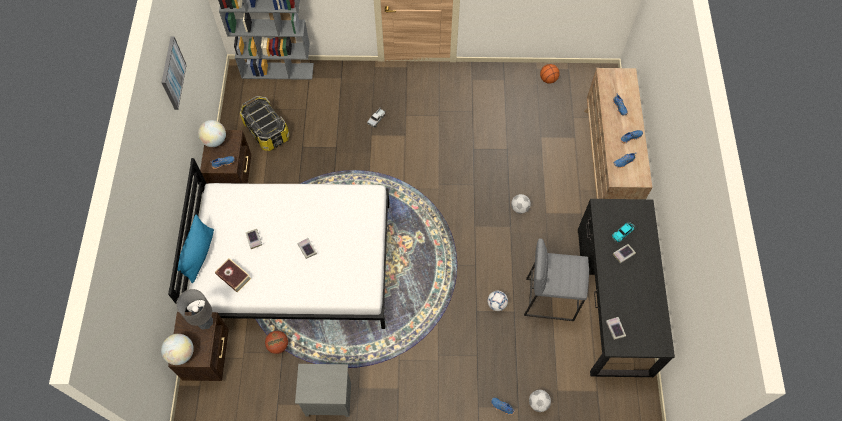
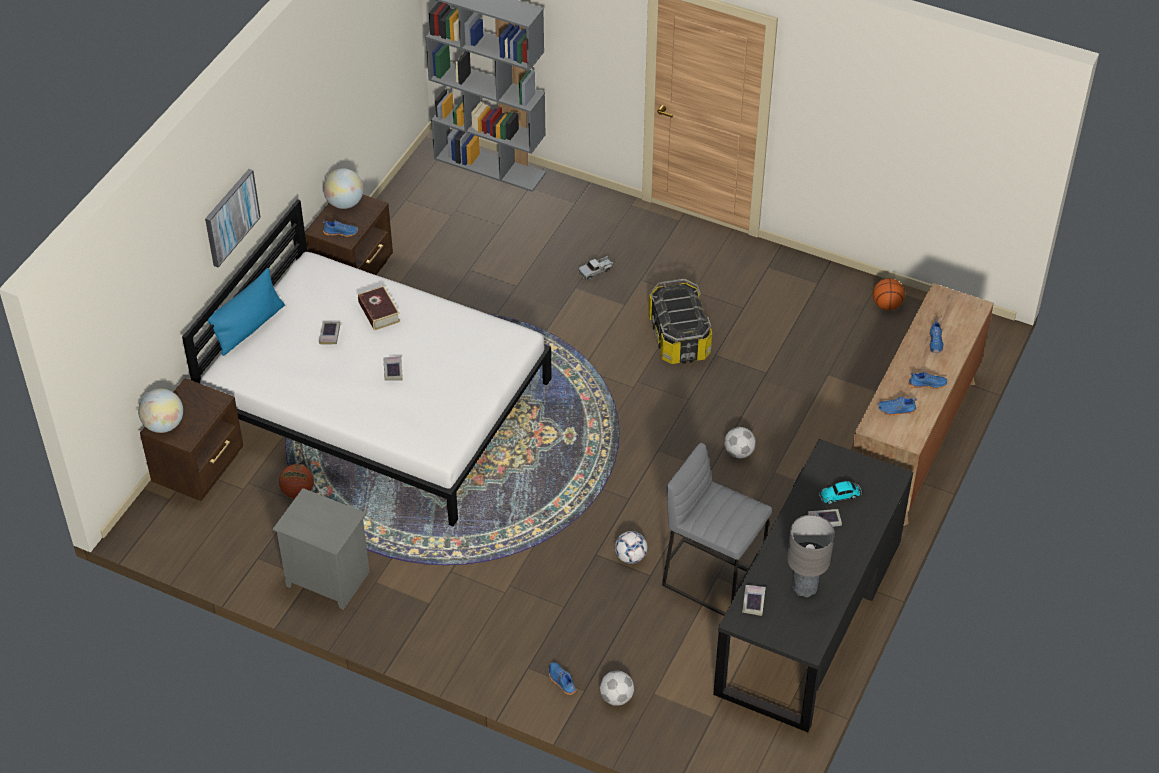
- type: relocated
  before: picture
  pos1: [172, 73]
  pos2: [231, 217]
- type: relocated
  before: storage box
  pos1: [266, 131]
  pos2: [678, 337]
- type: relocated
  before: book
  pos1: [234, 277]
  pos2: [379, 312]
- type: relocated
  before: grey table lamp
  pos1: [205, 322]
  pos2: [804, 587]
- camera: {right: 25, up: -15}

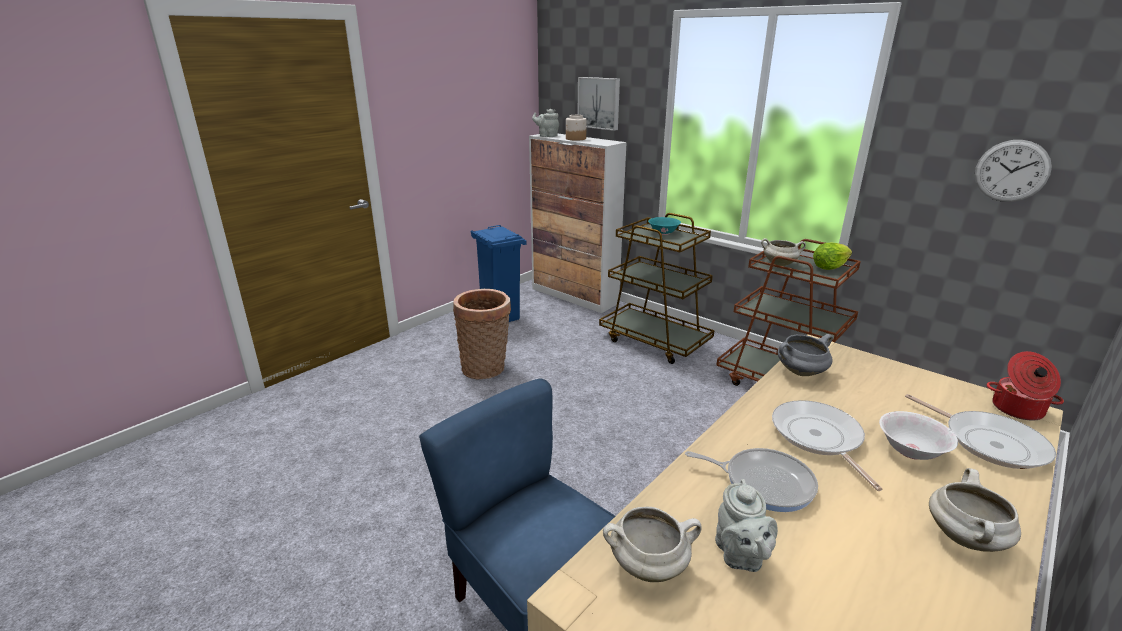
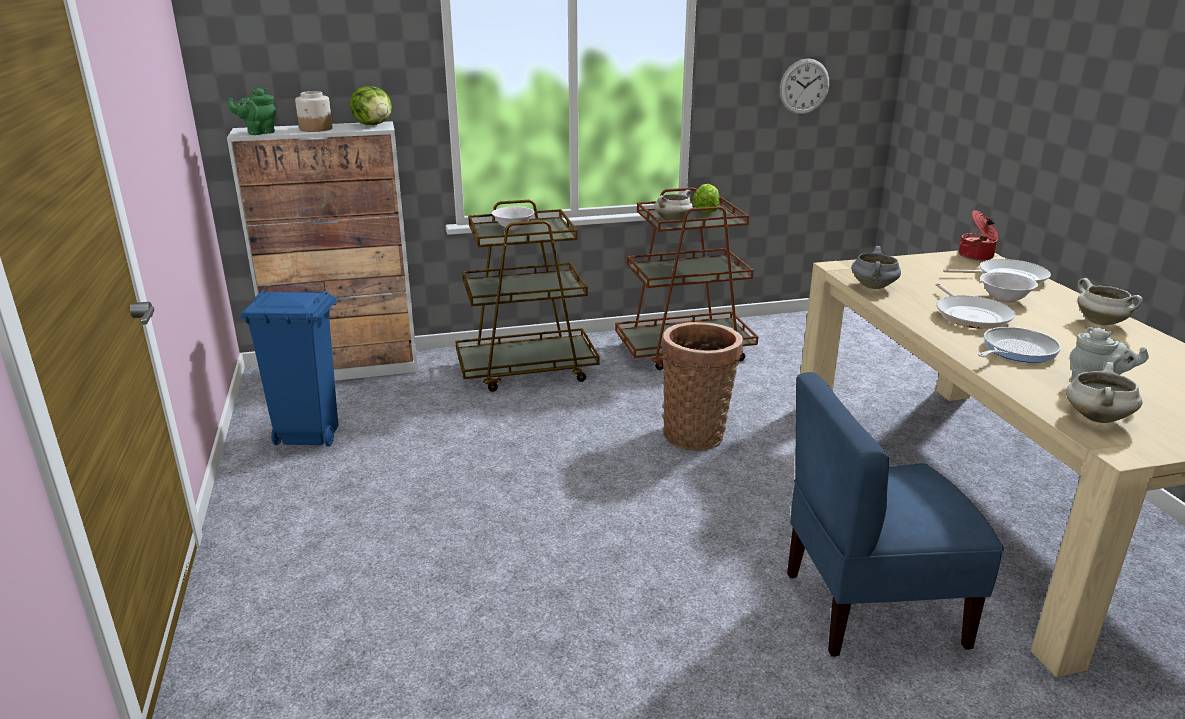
- type: missing
  before: picture
  pos1: [599, 103]
- type: colour
  before: grey teapot
  after: green teapot
  pos1: [547, 136]
  pos2: [258, 133]
- type: colour
  before: turquoise bowl
  after: white bowl
  pos1: [663, 233]
  pos2: [513, 227]
- type: relocated
  before: basket
  pos1: [486, 368]
  pos2: [696, 433]
- type: spun
  before: frying pan
  pos1: [818, 438]
  pos2: [971, 315]
  turn: -120
- type: appeared
  after: lettuce
  pos2: [374, 125]
- camera: {right: -55, up: 0}

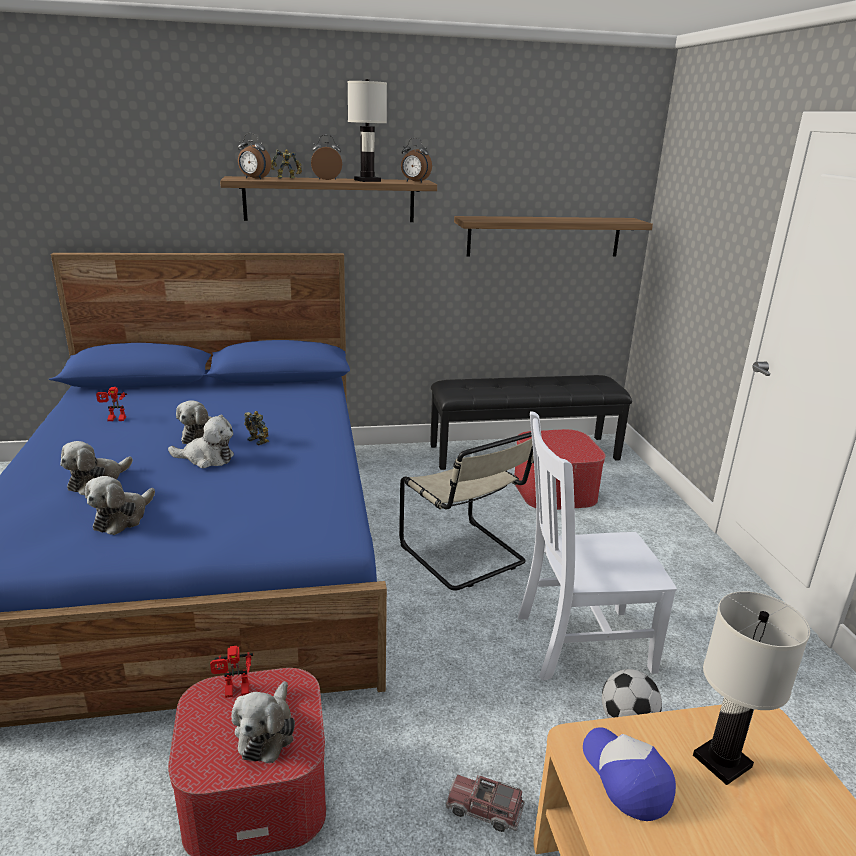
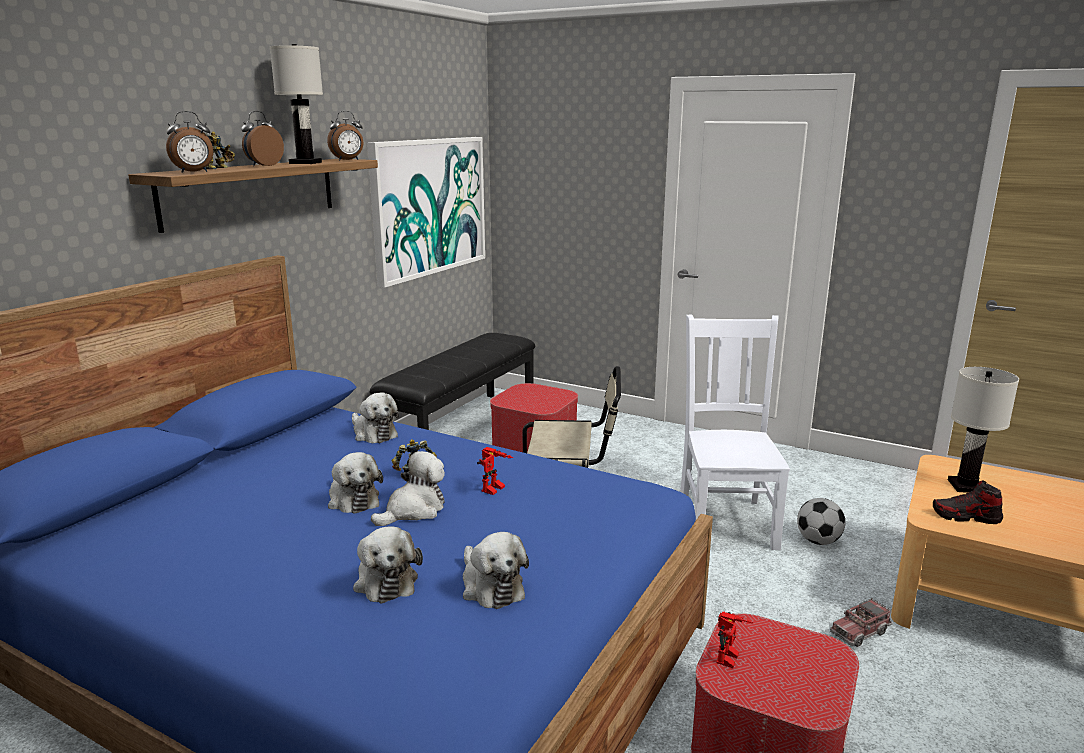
- type: exchanged
  before: shelf
  after: picture
  pos1: [544, 236]
  pos2: [429, 206]
- type: relocated
  before: toy robot
  pos1: [115, 420]
  pos2: [494, 490]
- type: spun
  before: white chair
  pos1: [578, 642]
  pos2: [726, 520]
  turn: 150
- type: relocated
  before: plush toy
  pos1: [266, 732]
  pos2: [373, 433]
- type: exchanged
  before: cap
  after: shoe
  pos1: [625, 777]
  pos2: [966, 517]
- camera: {right: -50, up: -5}

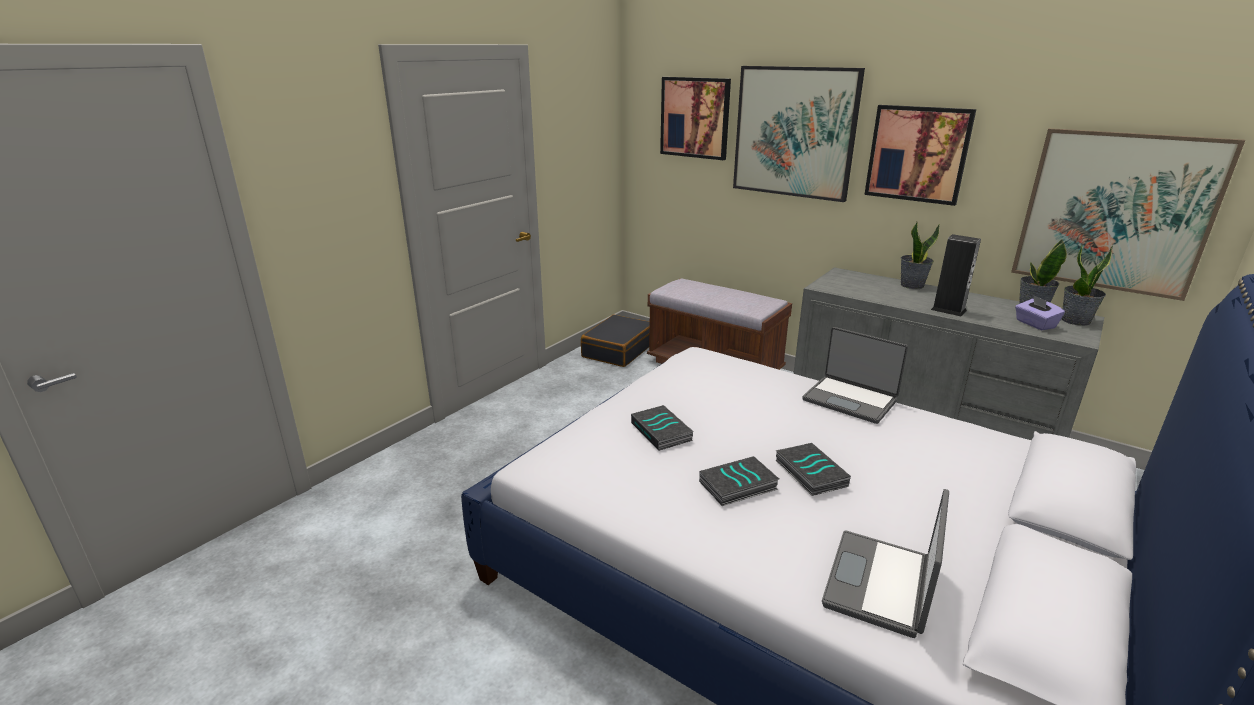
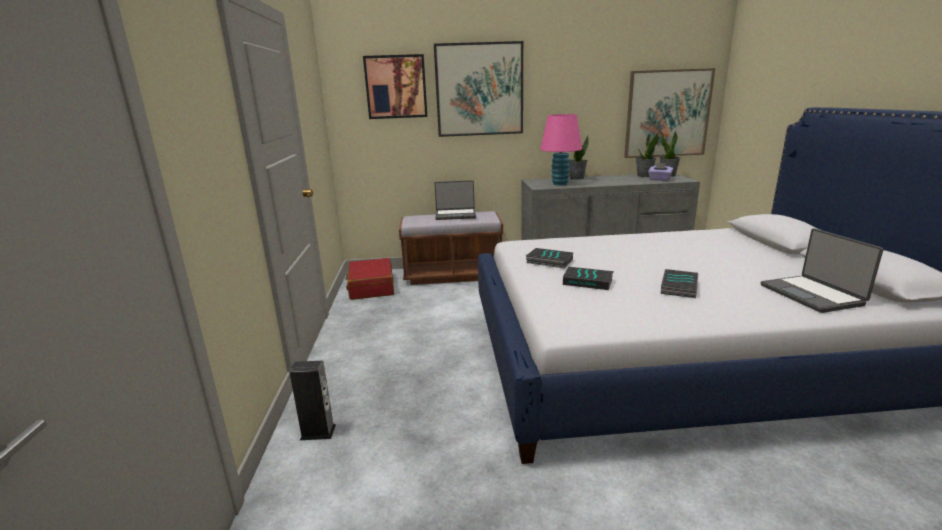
- type: missing
  before: picture
  pos1: [917, 154]
- type: relocated
  before: speaker
  pos1: [948, 310]
  pos2: [318, 432]
- type: colour
  before: black suitcase
  after: red suitcase
  pos1: [618, 350]
  pos2: [371, 287]
- type: relocated
  before: laptop
  pos1: [850, 400]
  pos2: [455, 215]
- type: relocated
  before: book
  pos1: [809, 473]
  pos2: [548, 261]
- type: appeared
  after: pink table lamp
  pos2: [560, 184]
- camera: {right: -40, up: -5}

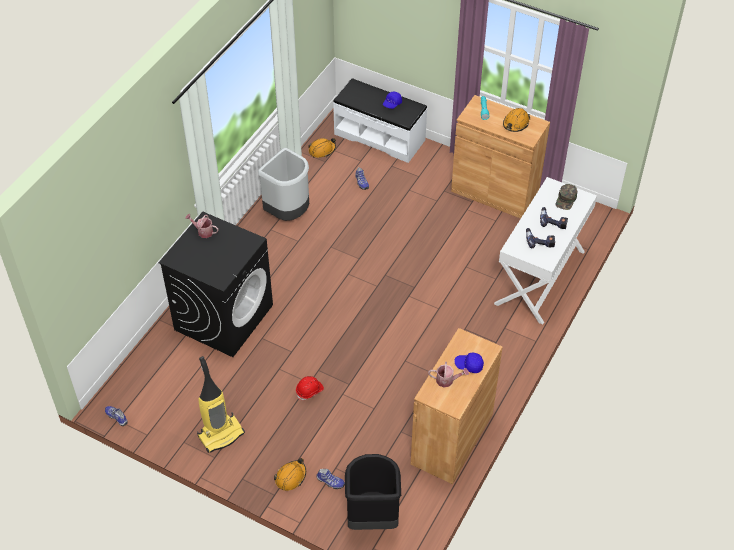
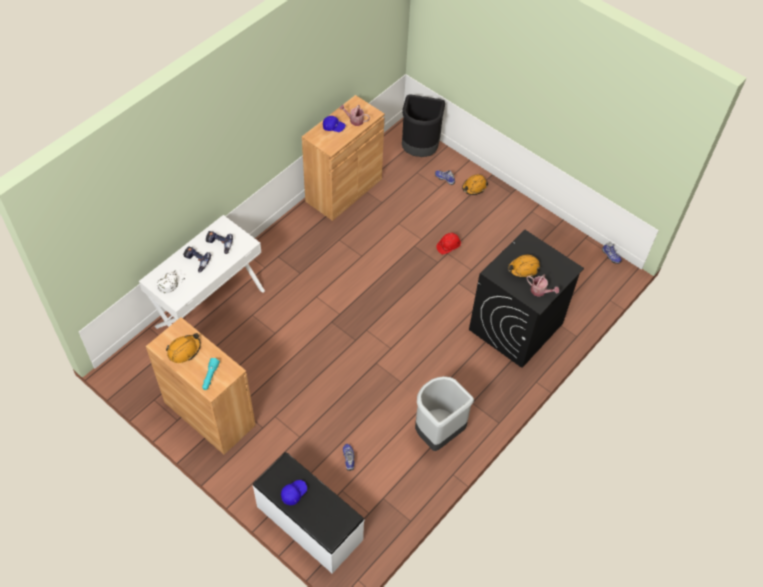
- type: relocated
  before: orange hard hat
  pos1: [322, 150]
  pos2: [523, 269]
- type: colour
  before: green cap
  after: white cap
  pos1: [566, 199]
  pos2: [171, 282]
- type: missing
  before: vacuum cleaner
  pos1: [221, 434]
- camera: {right: -170, up: 5}

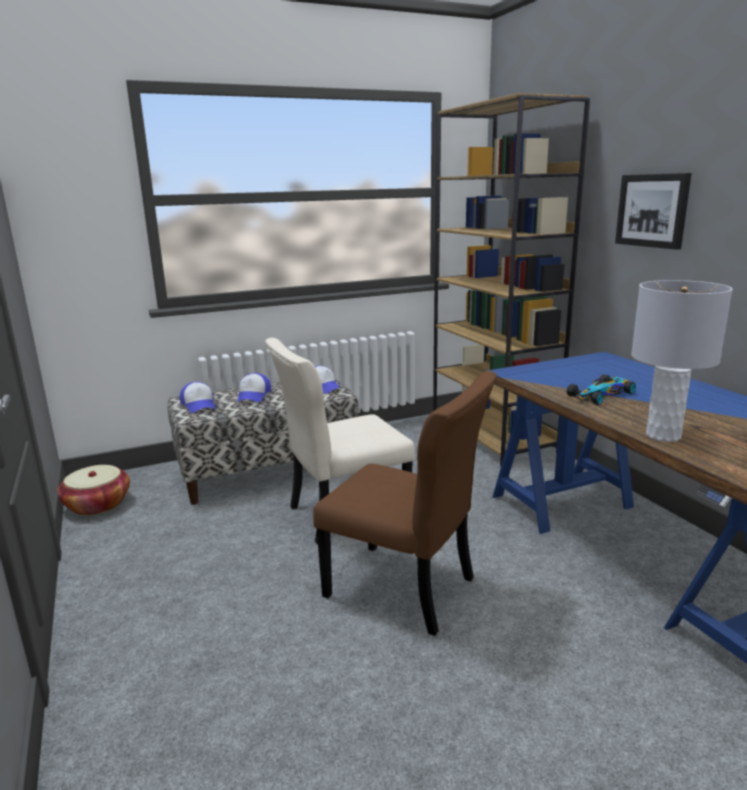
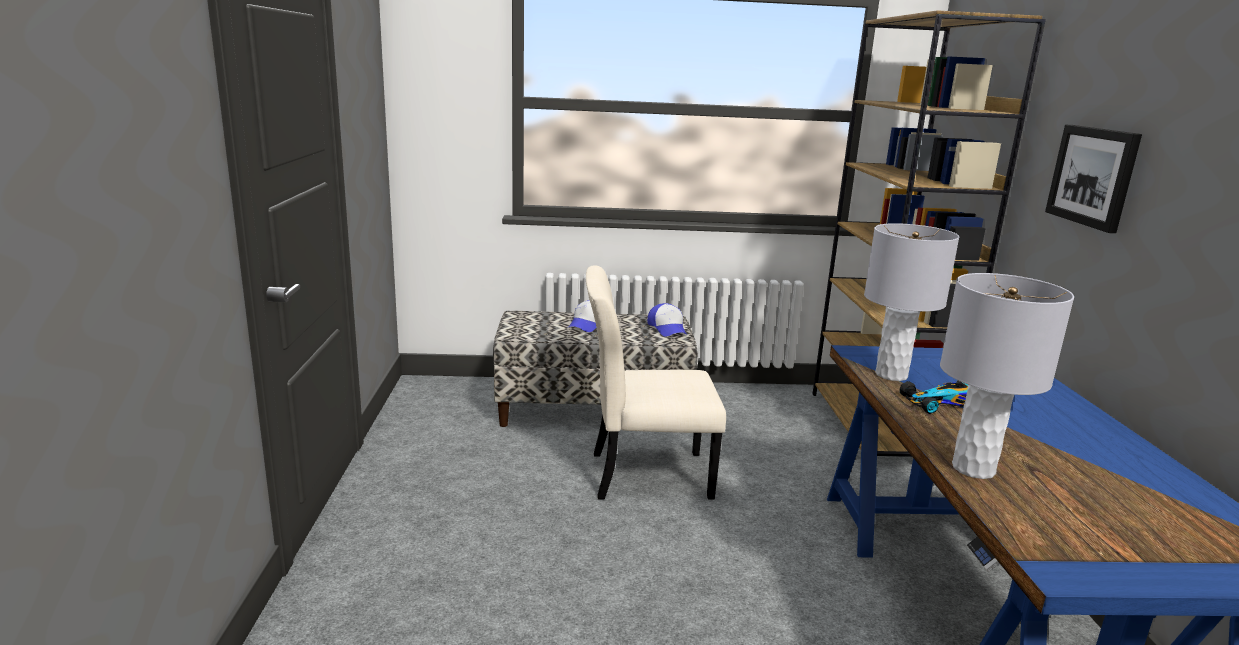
- type: missing
  before: brown chair
  pos1: [405, 589]
- type: missing
  before: cap
  pos1: [199, 405]
- type: missing
  before: basket
  pos1: [97, 505]
- type: appeared
  after: grey table lamp
  pos2: [891, 375]
- camera: {right: 20, up: 0}

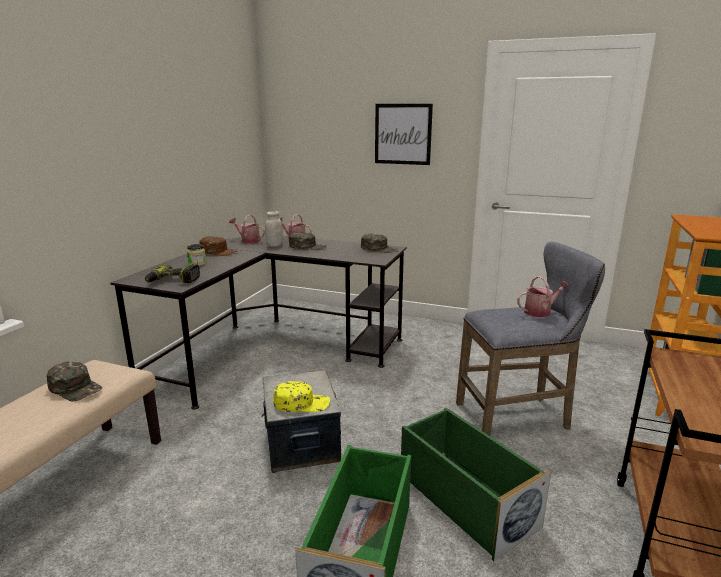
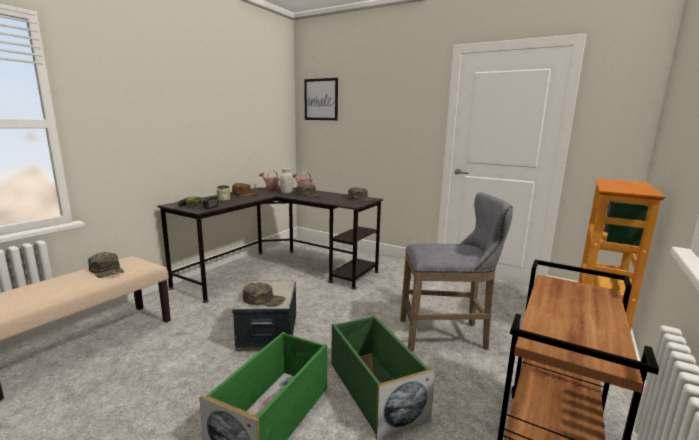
- type: relocated
  before: picture
  pos1: [403, 134]
  pos2: [321, 99]
- type: missing
  before: watering can
  pos1: [540, 312]
- type: colour
  before: yellow cap
  after: green cap
  pos1: [302, 403]
  pos2: [264, 300]
- camera: {right: 10, up: -5}

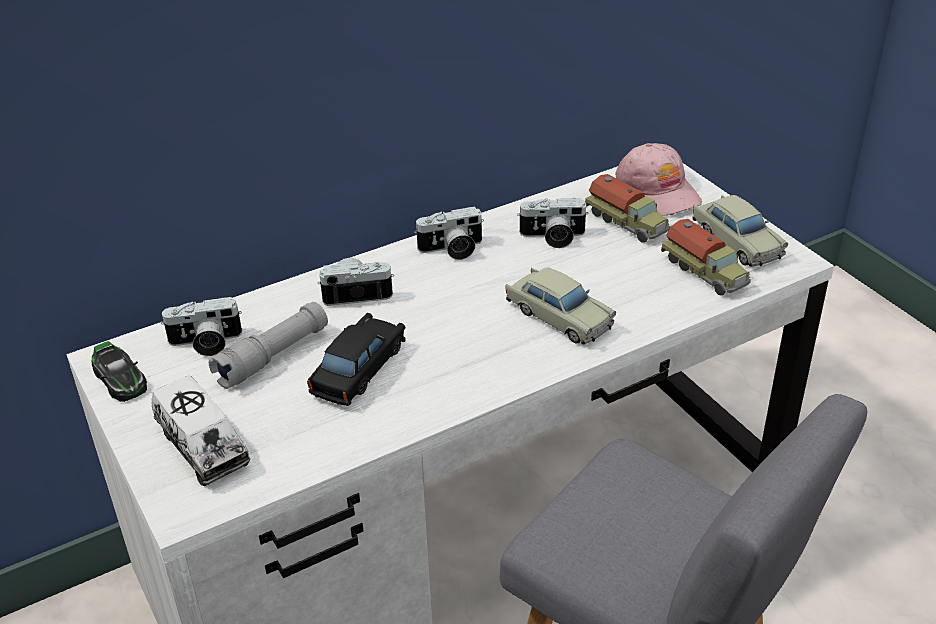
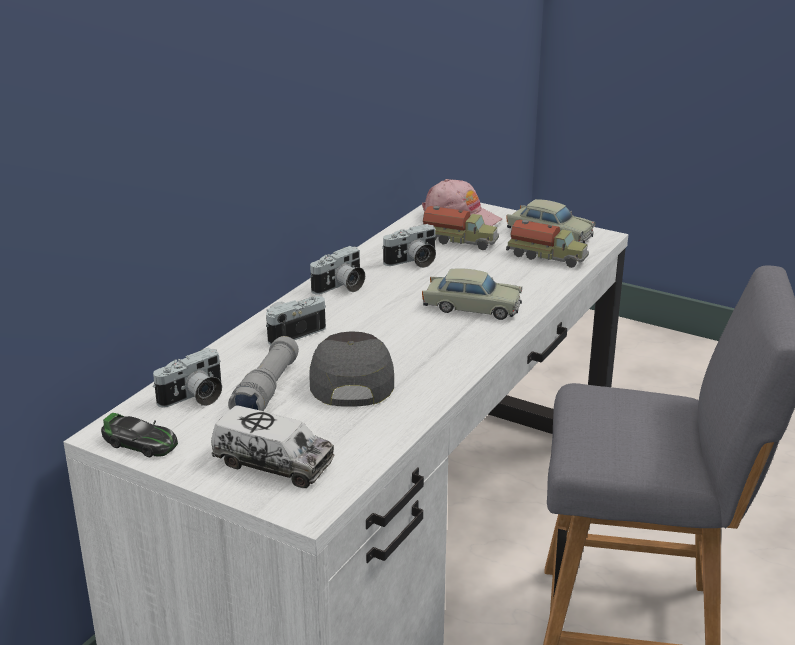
- type: exchanged
  before: black toy car
  after: grey cap
  pos1: [358, 370]
  pos2: [351, 379]
- camera: {right: -30, up: -10}

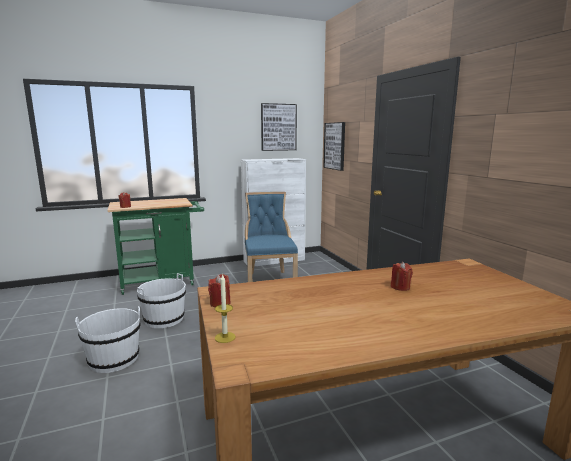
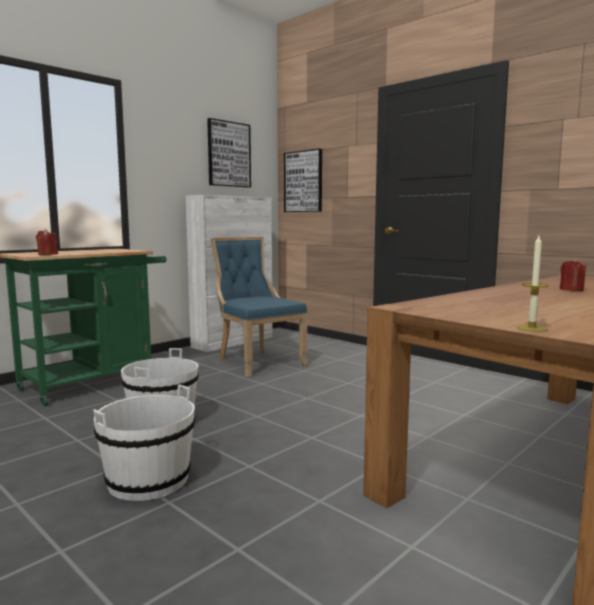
- type: missing
  before: red candle
  pos1: [220, 303]
- camera: {right: -25, up: -5}

